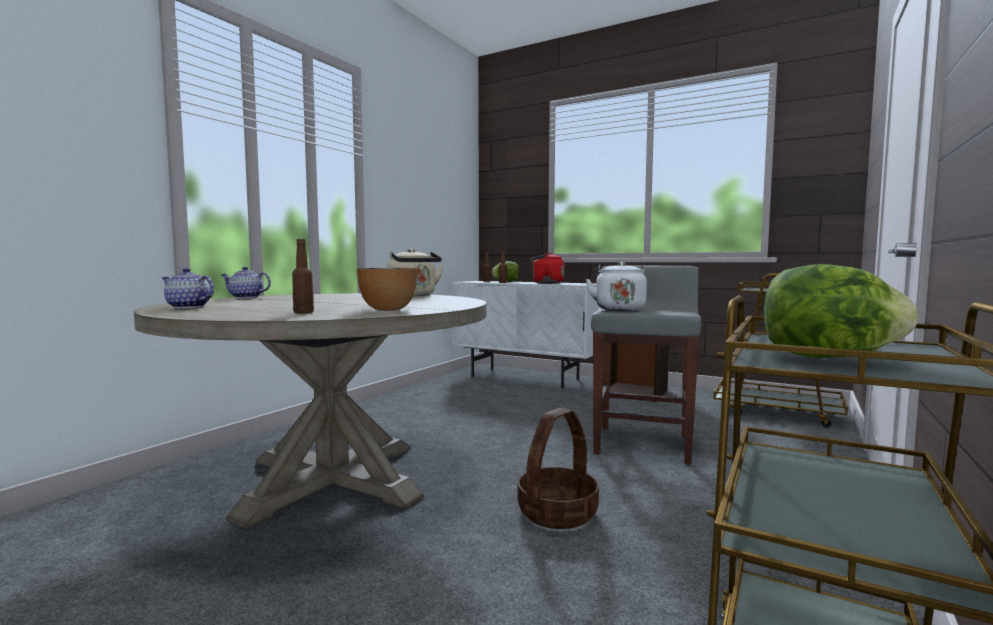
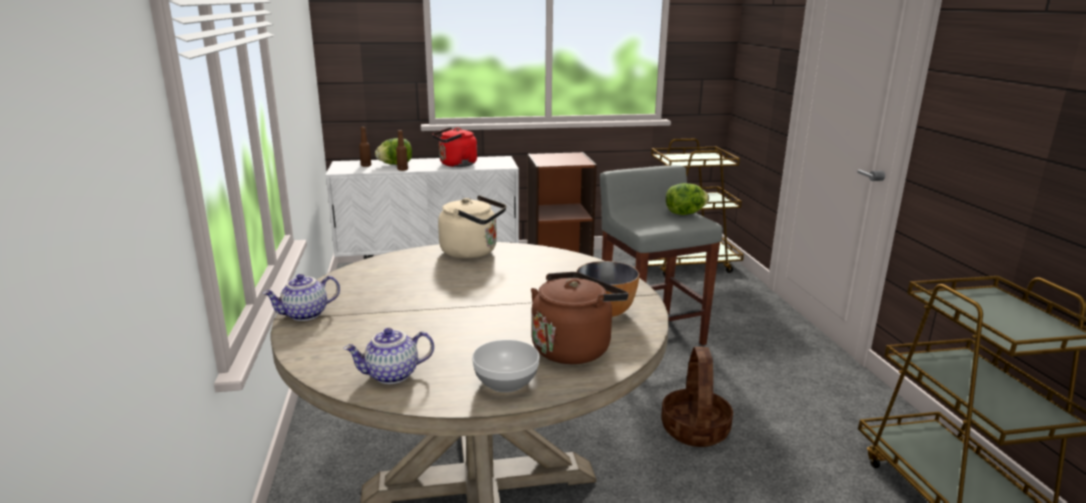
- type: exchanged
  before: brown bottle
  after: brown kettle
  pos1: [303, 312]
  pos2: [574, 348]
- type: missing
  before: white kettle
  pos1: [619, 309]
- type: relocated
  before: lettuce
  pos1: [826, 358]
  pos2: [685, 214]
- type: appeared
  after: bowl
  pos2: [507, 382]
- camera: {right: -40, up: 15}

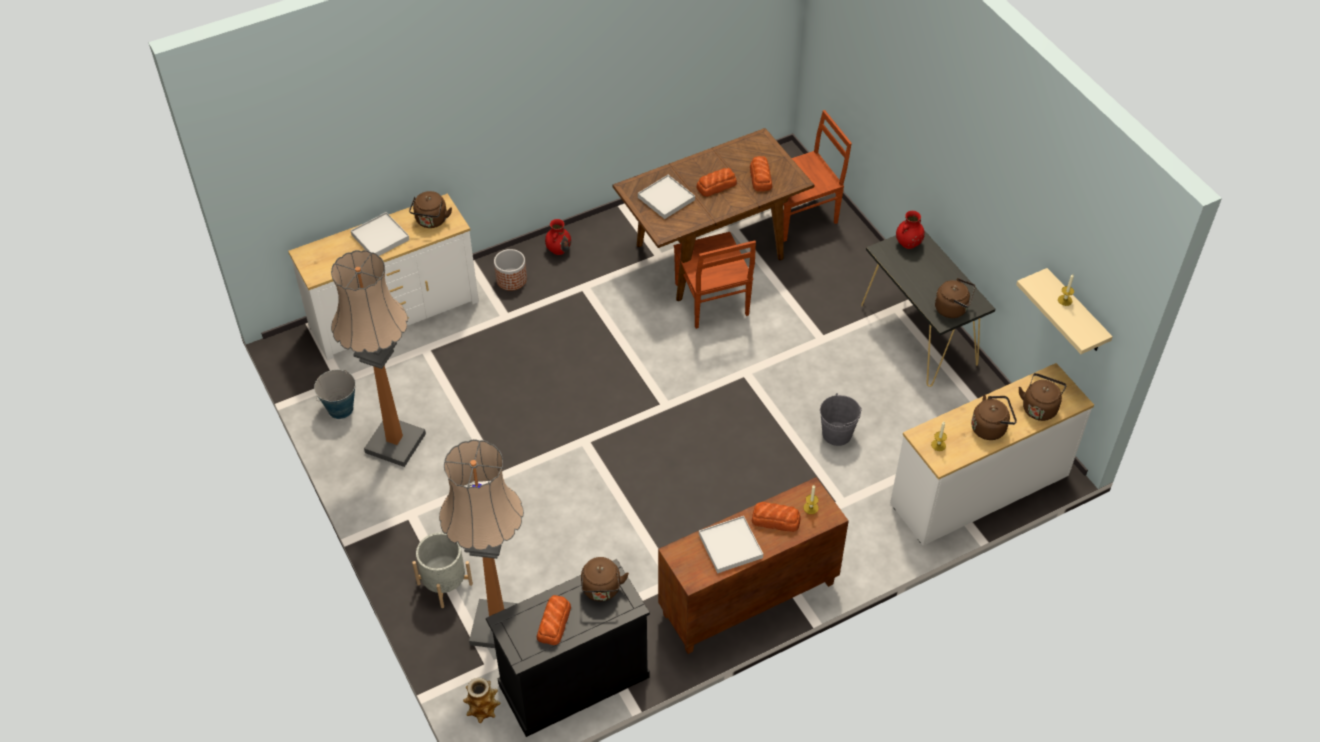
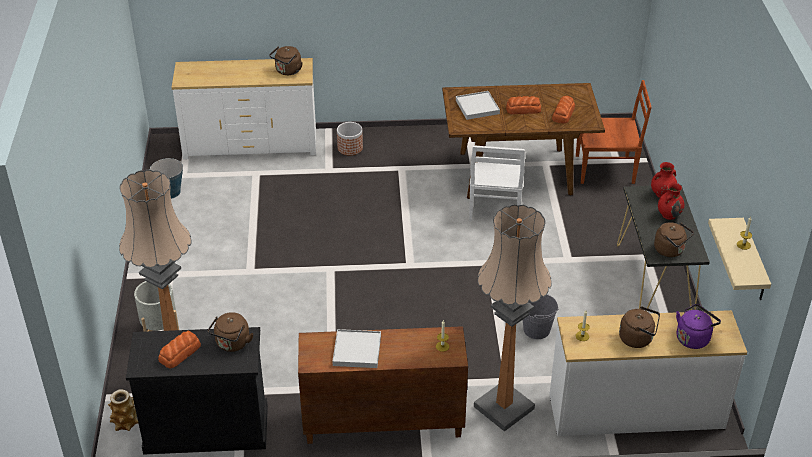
- type: missing
  before: white tray
  pos1: [380, 237]
- type: relocated
  before: red vase
  pos1: [558, 249]
  pos2: [669, 214]
- type: colour
  before: brown chair
  after: white chair
  pos1: [712, 301]
  pos2: [495, 206]
- type: relocated
  before: floor lamp
  pos1: [395, 443]
  pos2: [503, 407]
- type: colour
  before: brown kettle
  after: purple kettle
  pos1: [1039, 407]
  pos2: [693, 338]
- type: missing
  before: bread
  pos1: [776, 520]
- camera: {right: 25, up: -10}

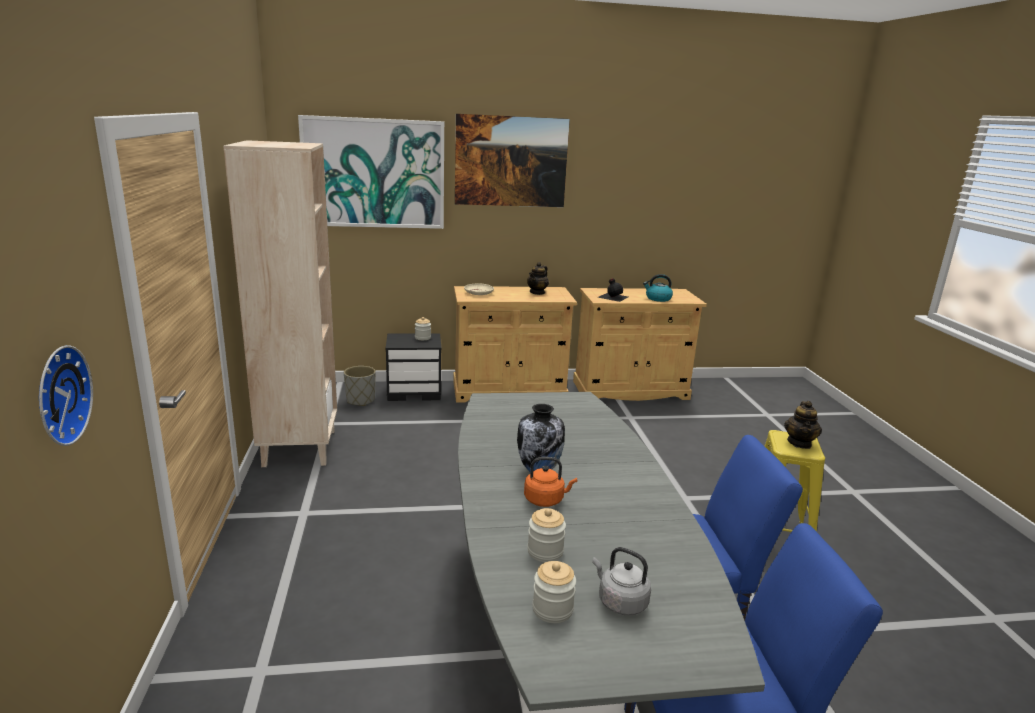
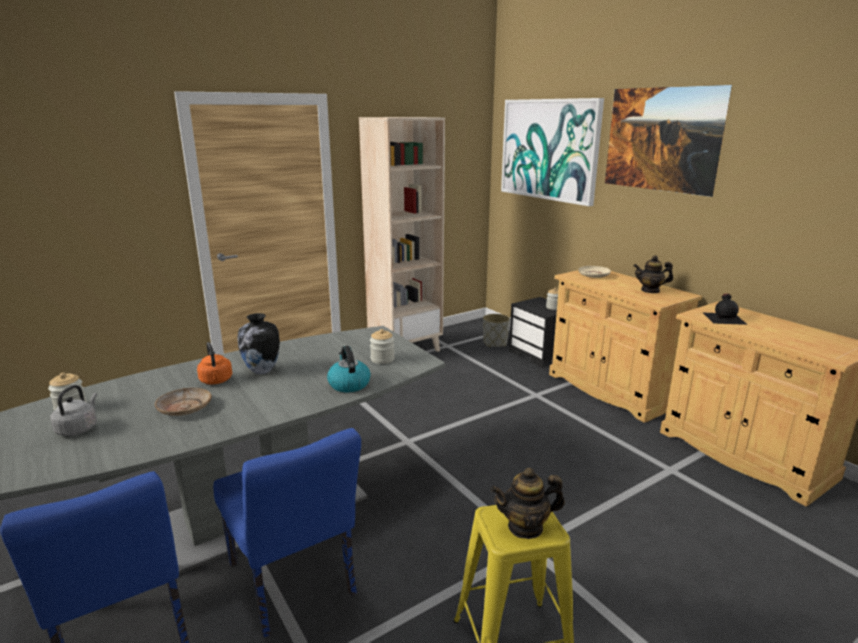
- type: relocated
  before: kettle
  pos1: [658, 298]
  pos2: [348, 384]
- type: missing
  before: wall clock
  pos1: [58, 395]
- type: relocated
  before: jar
  pos1: [545, 551]
  pos2: [382, 359]
- type: appeared
  after: beige plate
  pos2: [184, 408]
- camera: {right: 65, up: 0}

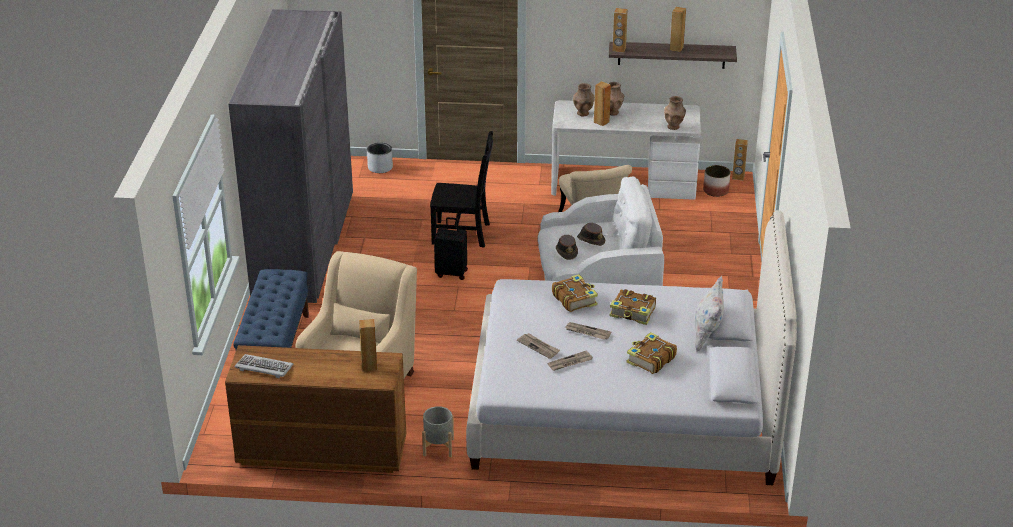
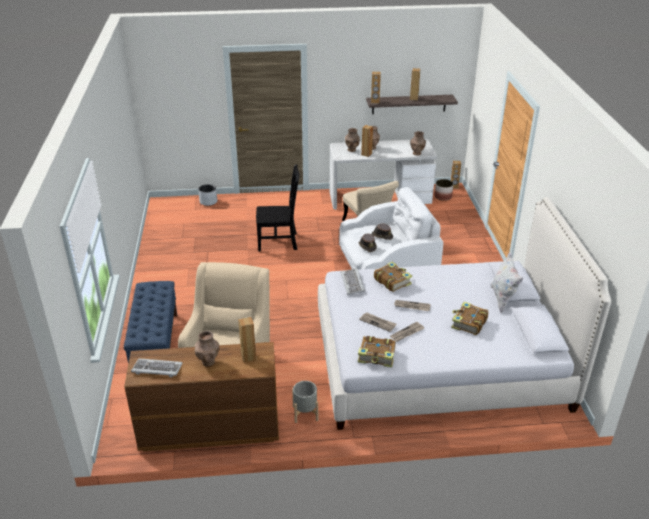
- type: missing
  before: grey wardrobe
  pos1: [303, 245]
- type: missing
  before: black suitcase
  pos1: [452, 273]
- type: relocated
  before: book
  pos1: [633, 313]
  pos2: [377, 356]
- type: appeared
  after: keyboard
  pos2: [353, 283]
- type: appeared
  after: brown vase
  pos2: [208, 362]
- camera: {right: -10, up: 0}

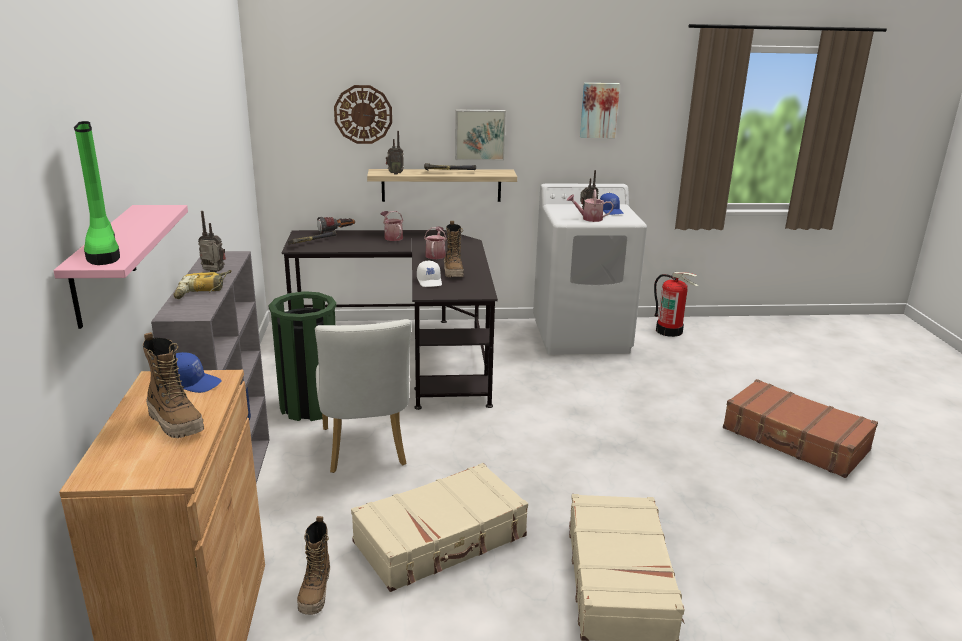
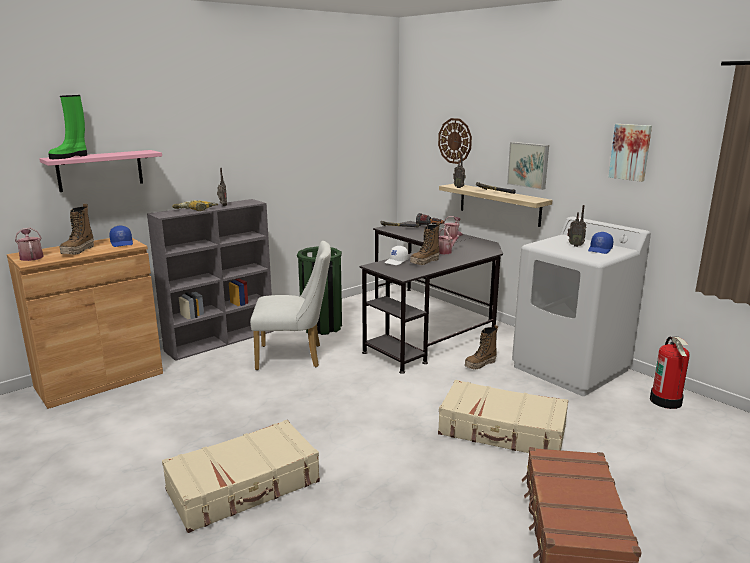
- type: relocated
  before: watering can
  pos1: [589, 218]
  pos2: [31, 257]
- type: spun
  before: white chair
  pos1: [365, 451]
  pos2: [295, 357]
  turn: -135
- type: relocated
  before: beige suitcase
  pos1: [441, 540]
  pos2: [502, 431]
- type: relocated
  before: boot
  pos1: [315, 593]
  pos2: [480, 364]
- camera: {right: 55, up: -5}

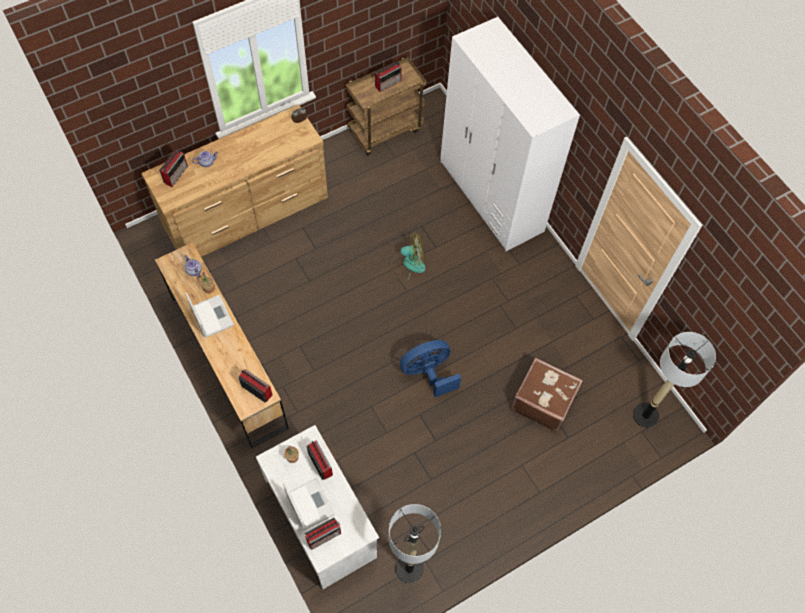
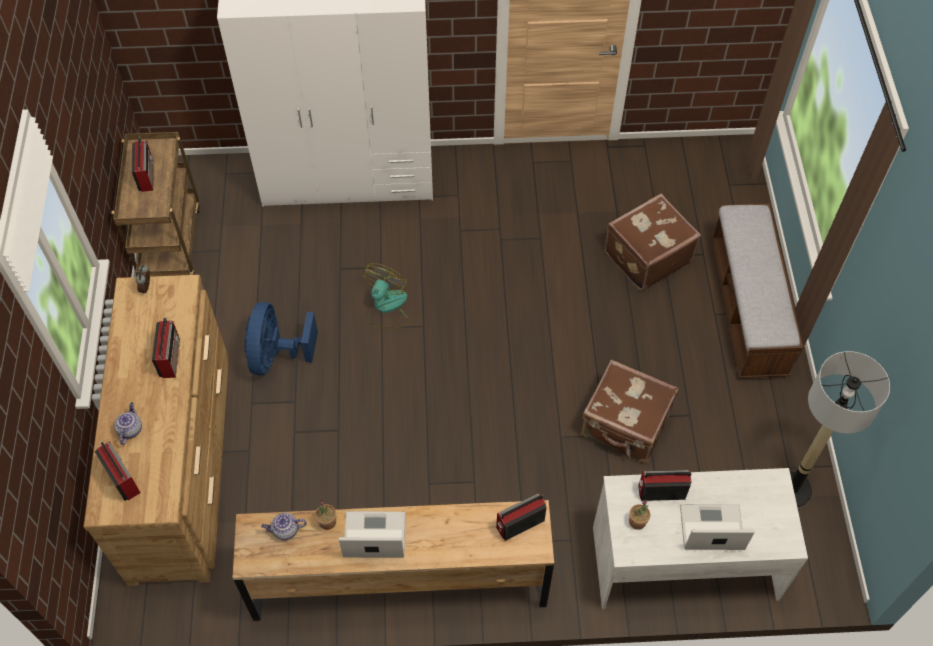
- type: missing
  before: floor lamp
  pos1: [645, 415]
- type: relocated
  before: blue fan
  pos1: [428, 373]
  pos2: [276, 355]
- type: relocated
  before: radio
  pos1: [324, 536]
  pos2: [170, 357]
- type: appeared
  after: bench
  pos2: [747, 308]
- type: appeared
  after: brown suitcase
  pos2: [625, 426]
- camera: {right: -60, up: -5}

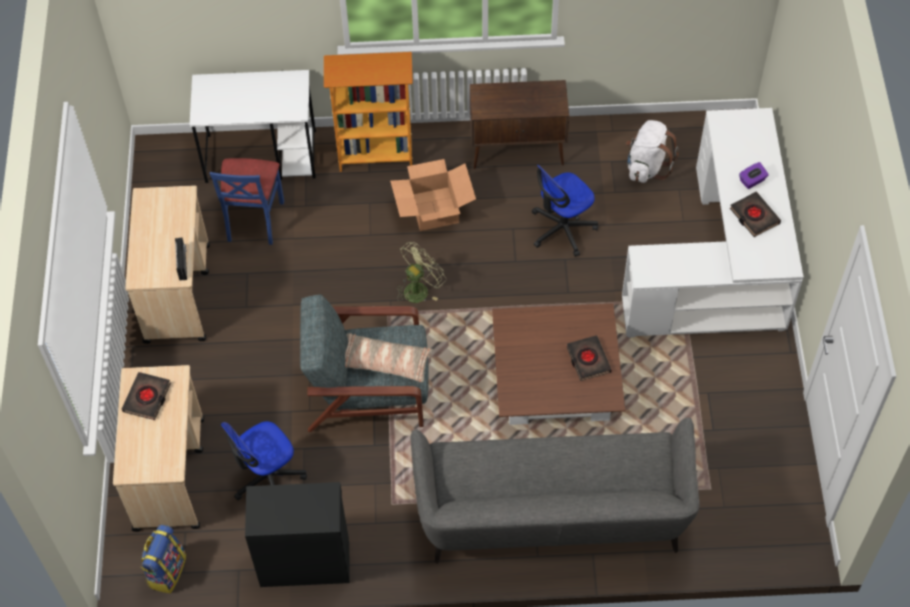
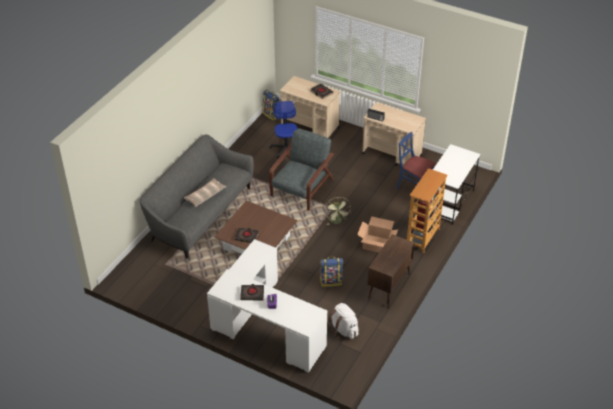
- type: exchanged
  before: office chair
  after: backpack
  pos1: [562, 229]
  pos2: [331, 281]
- type: relocated
  before: pillow
  pos1: [385, 363]
  pos2: [205, 196]
- type: missing
  before: black cabinet
  pos1: [304, 561]
- camera: {right: 120, up: -15}

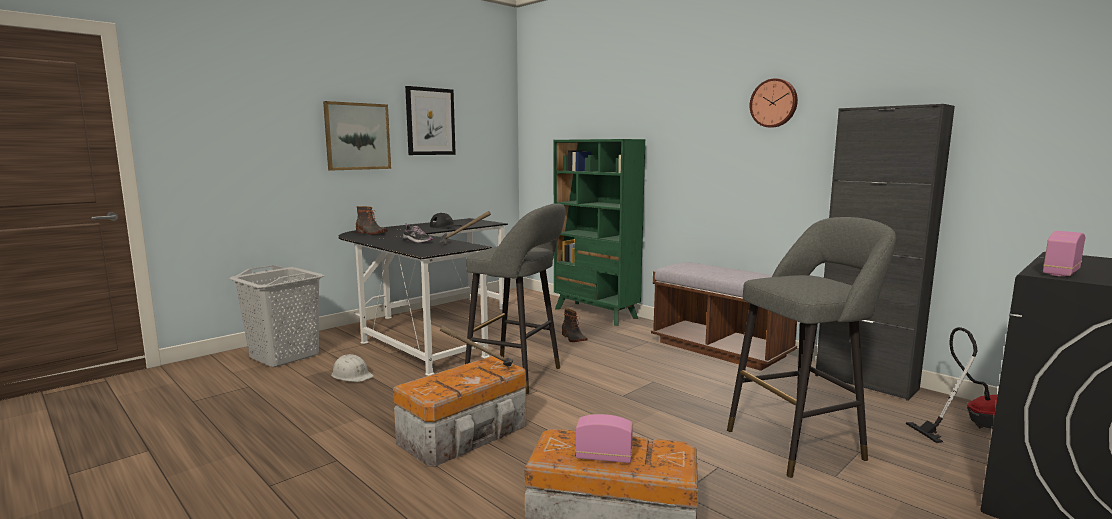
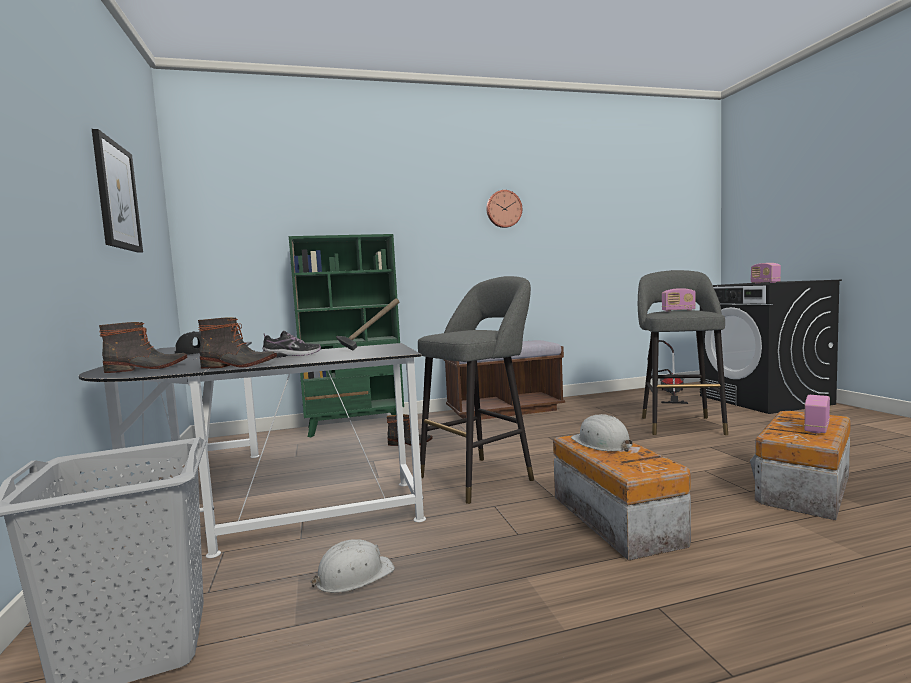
- type: missing
  before: picture
  pos1: [357, 136]
- type: missing
  before: black cabinet
  pos1: [865, 382]
- type: exchanged
  before: hammer
  after: white hard hat
  pos1: [481, 370]
  pos2: [601, 443]
- type: appeared
  after: radio
  pos2: [678, 310]
- type: appeared
  after: boot
  pos2: [238, 365]
- camera: {right: -60, up: -5}

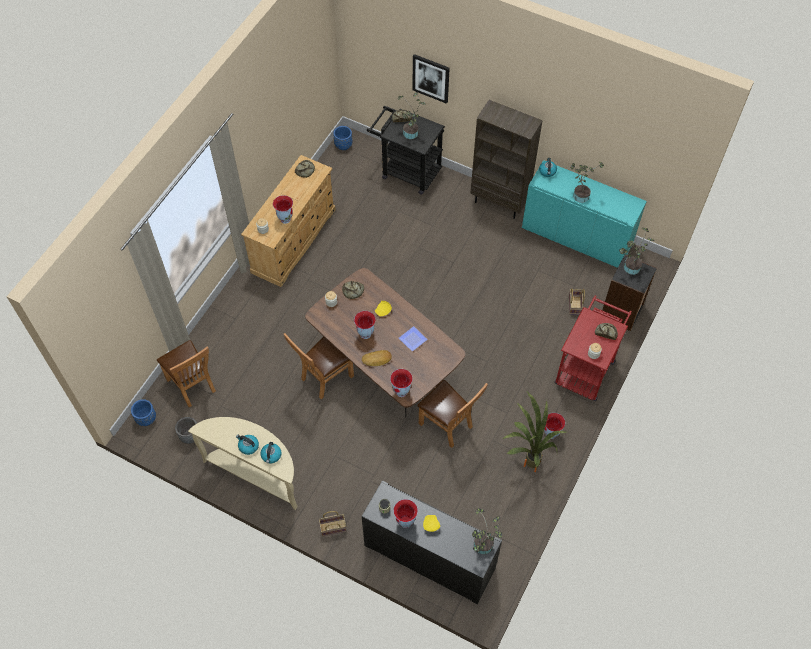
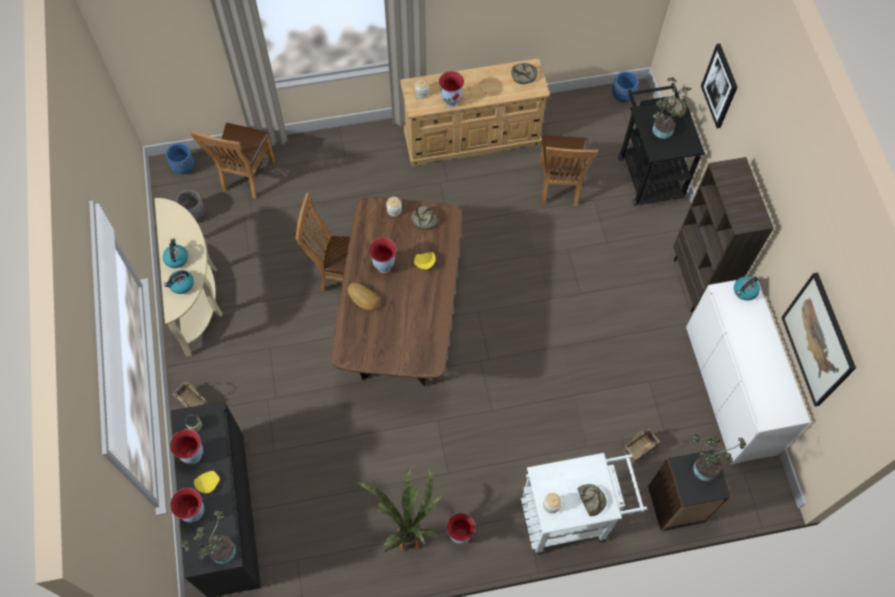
- type: colour
  before: turquoise cabinet
  after: white cabinet
  pos1: [576, 236]
  pos2: [730, 389]
- type: missing
  before: potted plant
  pos1: [579, 195]
- type: colour
  before: red cart
  after: white cart
  pos1: [586, 368]
  pos2: [572, 516]
- type: missing
  before: plate
  pos1: [411, 339]
- type: relocated
  before: vase
  pos1: [401, 392]
  pos2: [195, 514]
- type: relocated
  before: brown chair
  pos1: [448, 426]
  pos2: [559, 187]
- type: appeared
  after: picture
  pos2: [818, 340]
- camera: {right: 50, up: 5}

